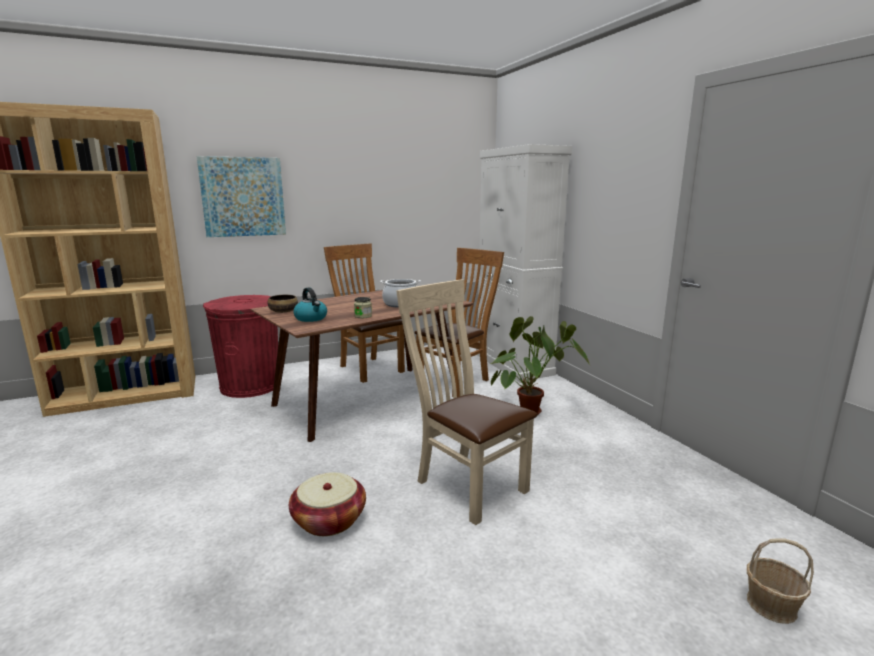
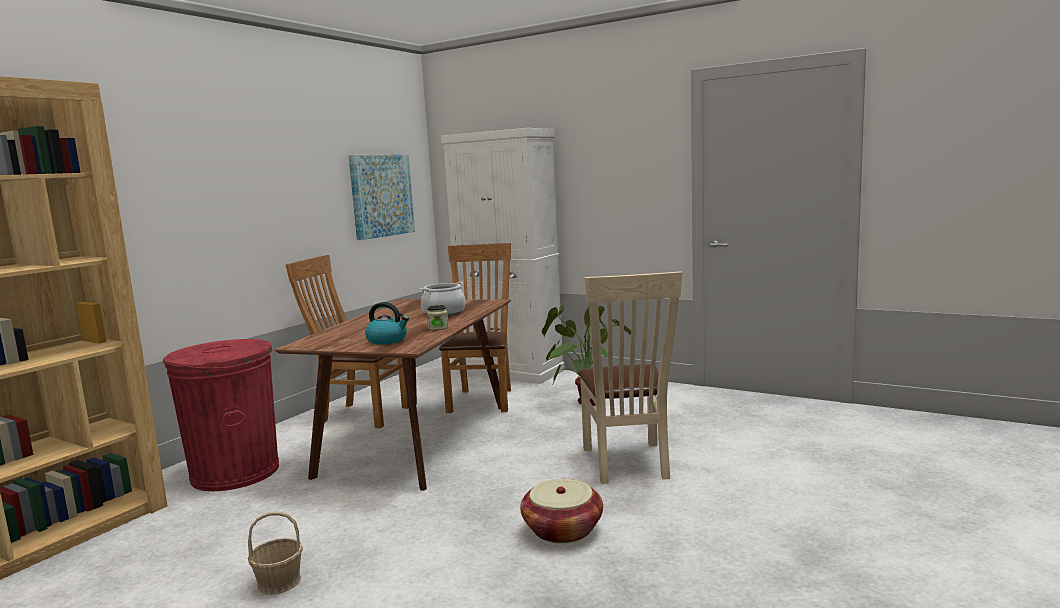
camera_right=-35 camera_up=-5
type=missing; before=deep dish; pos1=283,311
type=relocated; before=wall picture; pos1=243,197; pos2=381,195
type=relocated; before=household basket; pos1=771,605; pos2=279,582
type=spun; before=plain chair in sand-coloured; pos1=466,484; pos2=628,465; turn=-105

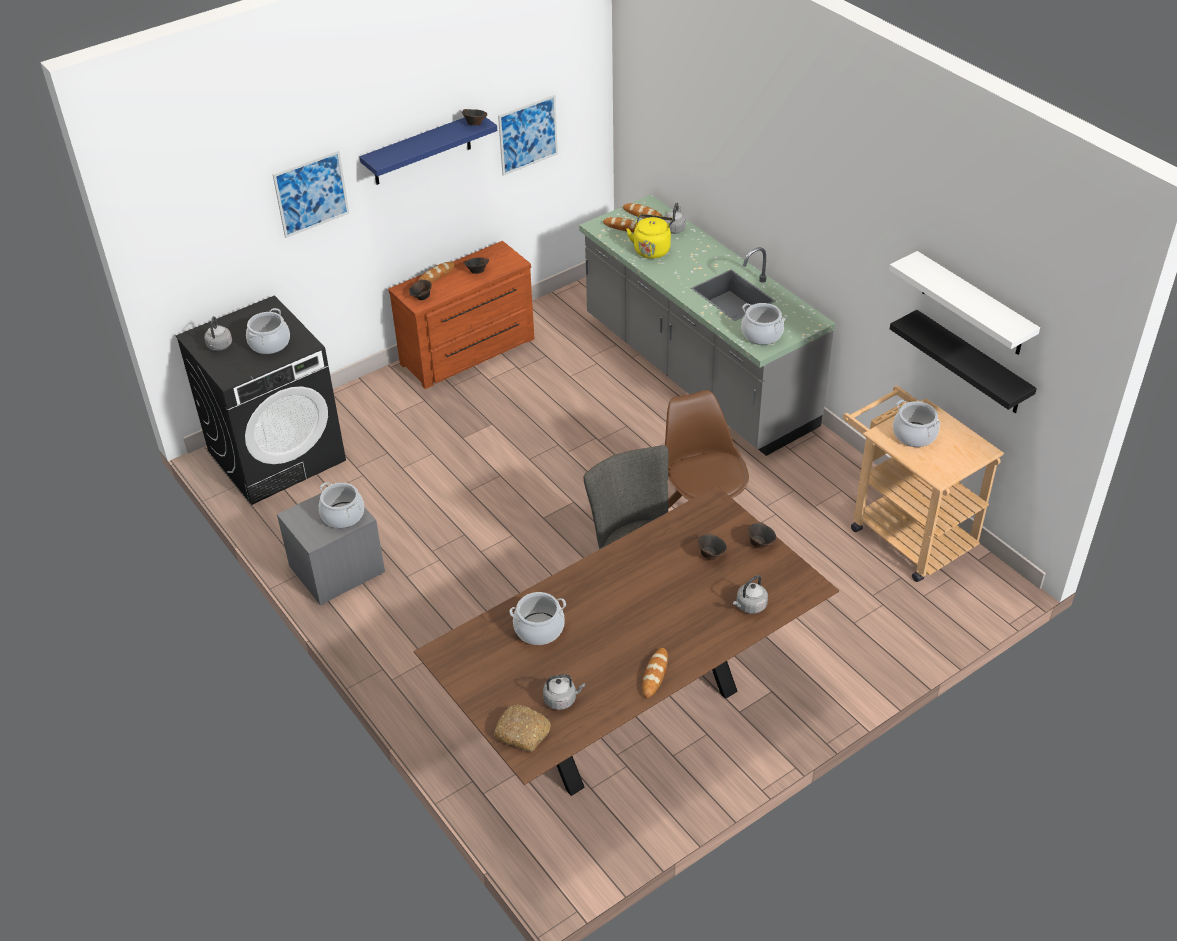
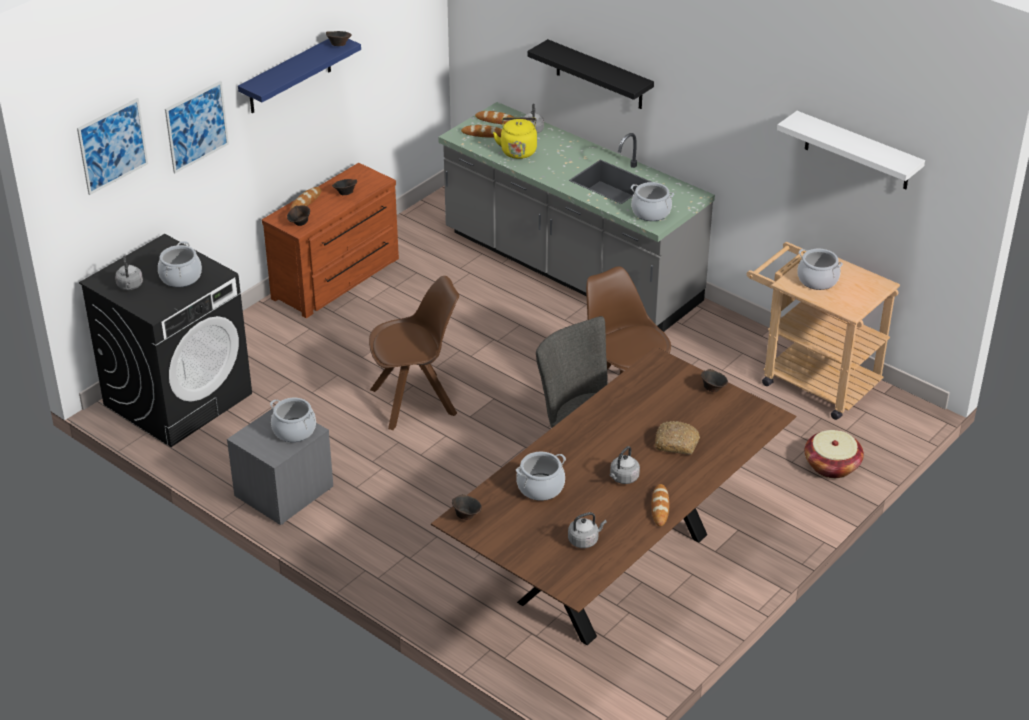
camera_right=-15 camera_up=-5
type=appeared; after=plain chair in brown; pos2=416,401
type=appeared; after=household basket; pos2=832,466
type=relocated; before=bread; pos1=523,732; pos2=677,443
type=relocated; before=wall picture; pos1=528,134; pos2=112,146
type=relocated; before=deep dish in brown; pos1=711,554; pos2=466,515
type=relocated; before=water kettle in gray; pos1=750,606; pos2=623,478
type=relocated; before=bracket shelf in blackish; pos1=971,363; pos2=599,75

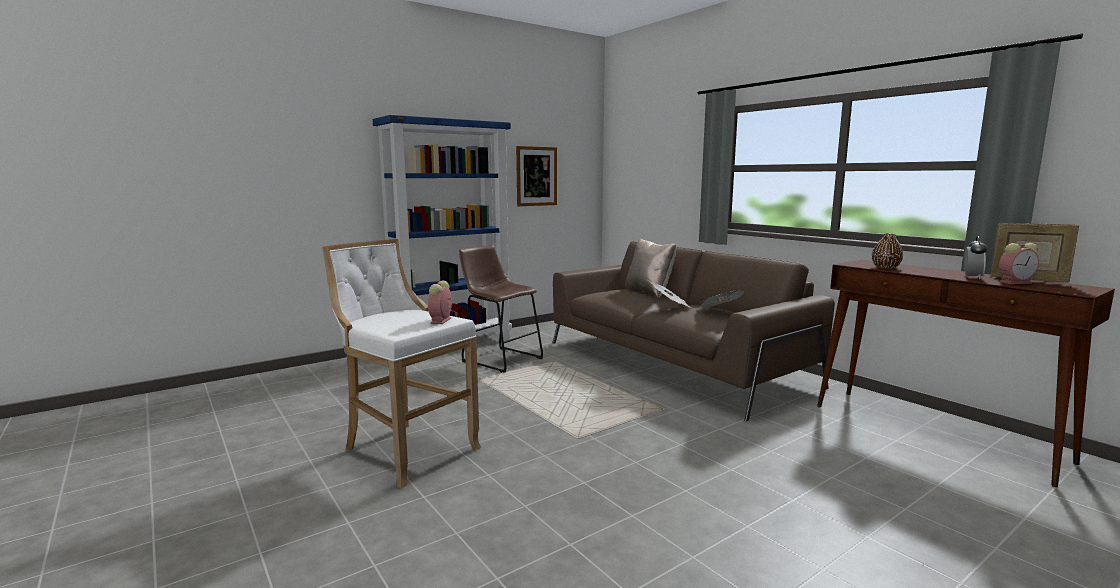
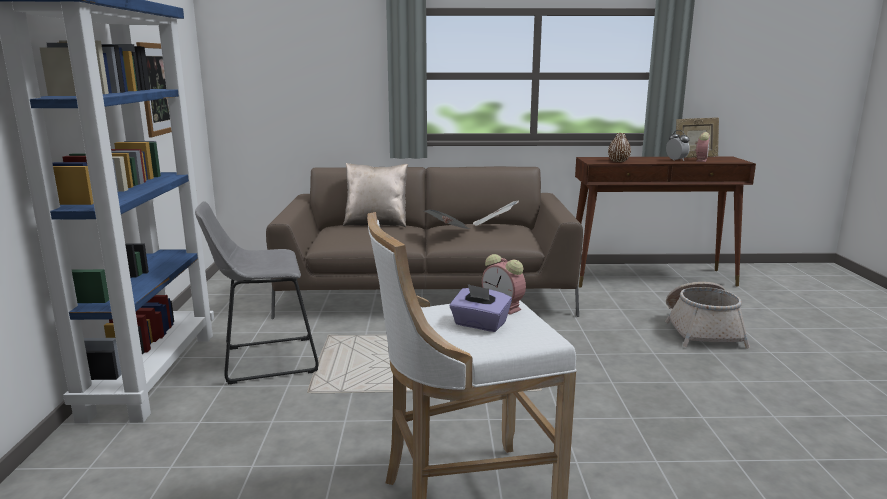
camera_right=-55 camera_up=5
type=appeared; after=tissue box in purplish; pos2=479,324
type=appeared; after=household basket; pos2=701,330
type=colour; before=sitting stool in brown; after=sitting stool in gray; pos1=499,359; pos2=264,360

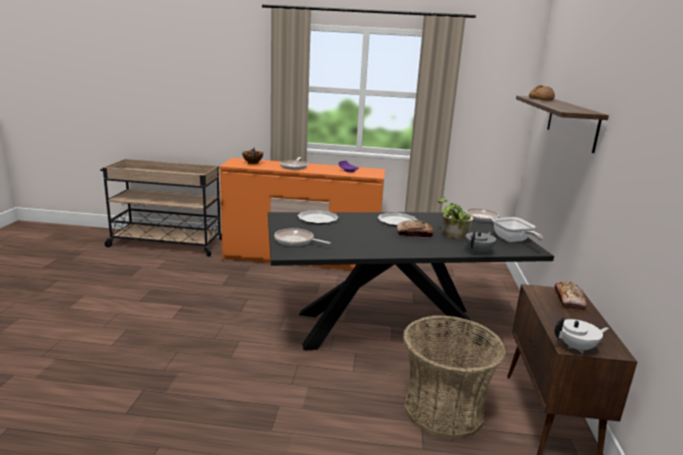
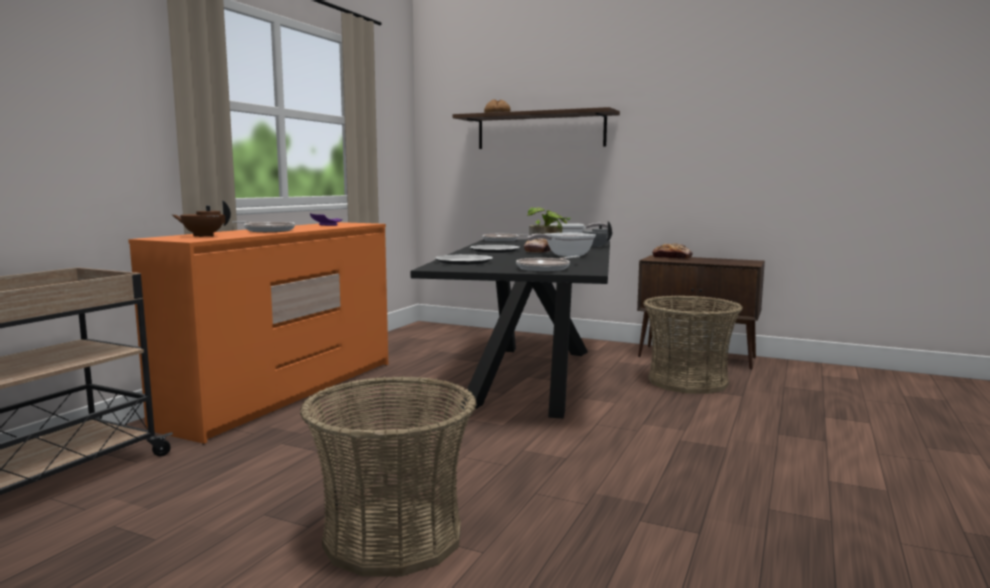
camera_right=-70 camera_up=-10
type=missing; before=teapot in white-coloured; pos1=577,348
type=appeared; after=household basket; pos2=393,537
type=appeared; after=frying pan; pos2=564,255

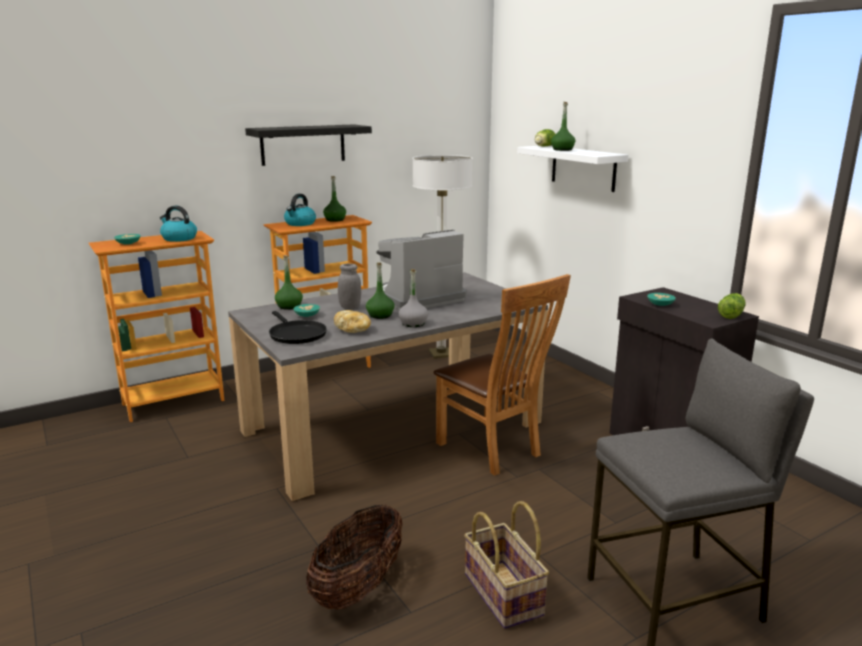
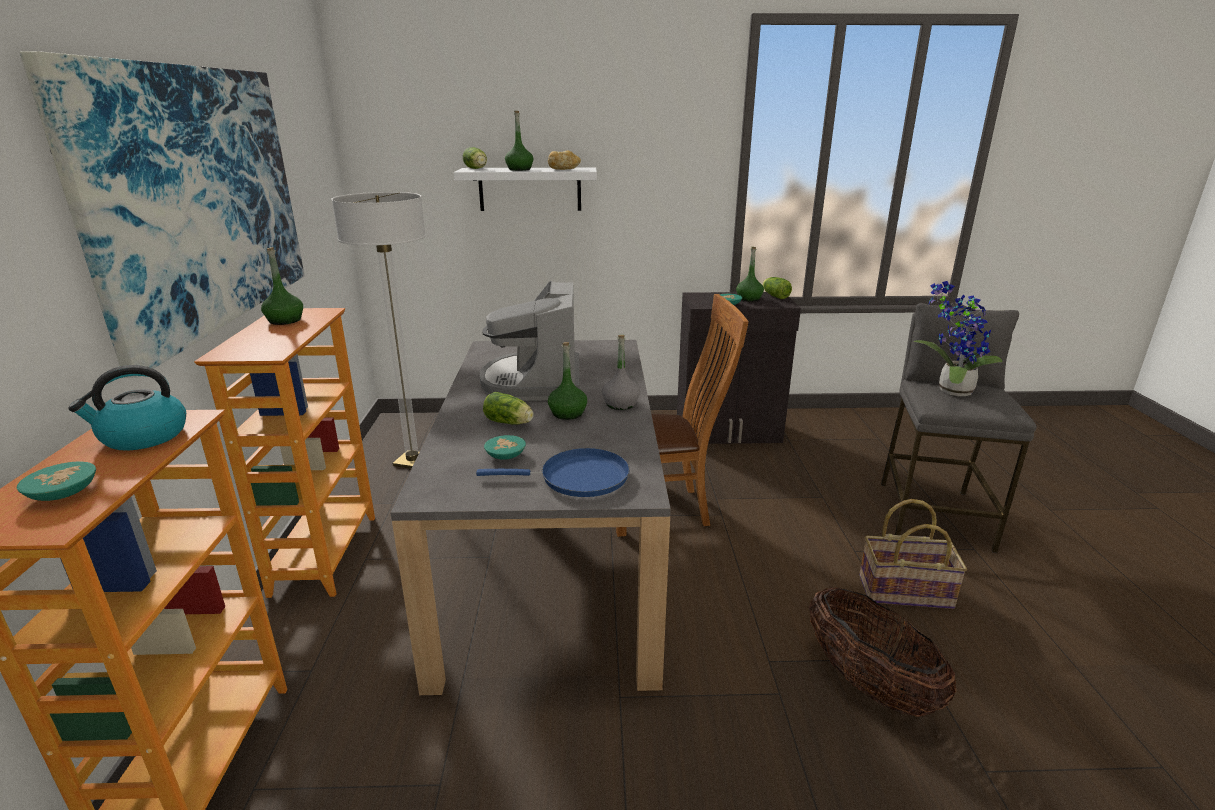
camera_right=-60 camera_up=5
type=missing; before=water kettle; pos1=300,224
type=appeared; after=houseplant; pos2=950,390
type=relocated; before=drink bottle in green-coloured; pos1=289,306; pos2=749,298
type=relocated; before=bread; pos1=353,330; pos2=563,169
type=exchanged; before=bracket shelf in blackish; after=wall picture; pos1=303,144; pos2=200,199
type=exchanged; before=preserve jar in gray; after=lettuce; pos1=350,307; pos2=510,423
type=colour; before=frying pan in blackish; after=frying pan in blue-coloured; pos1=296,334; pos2=577,478

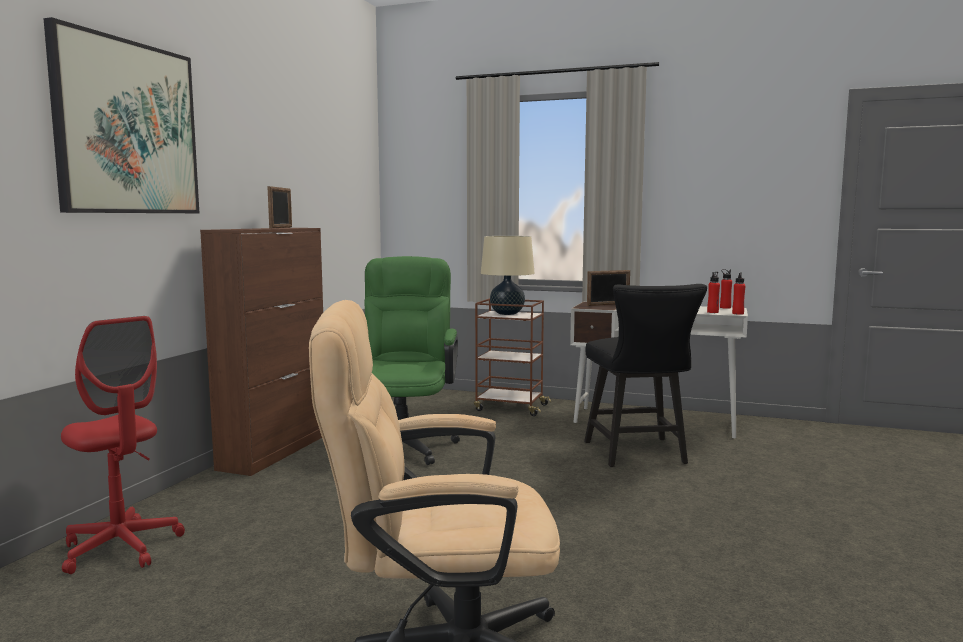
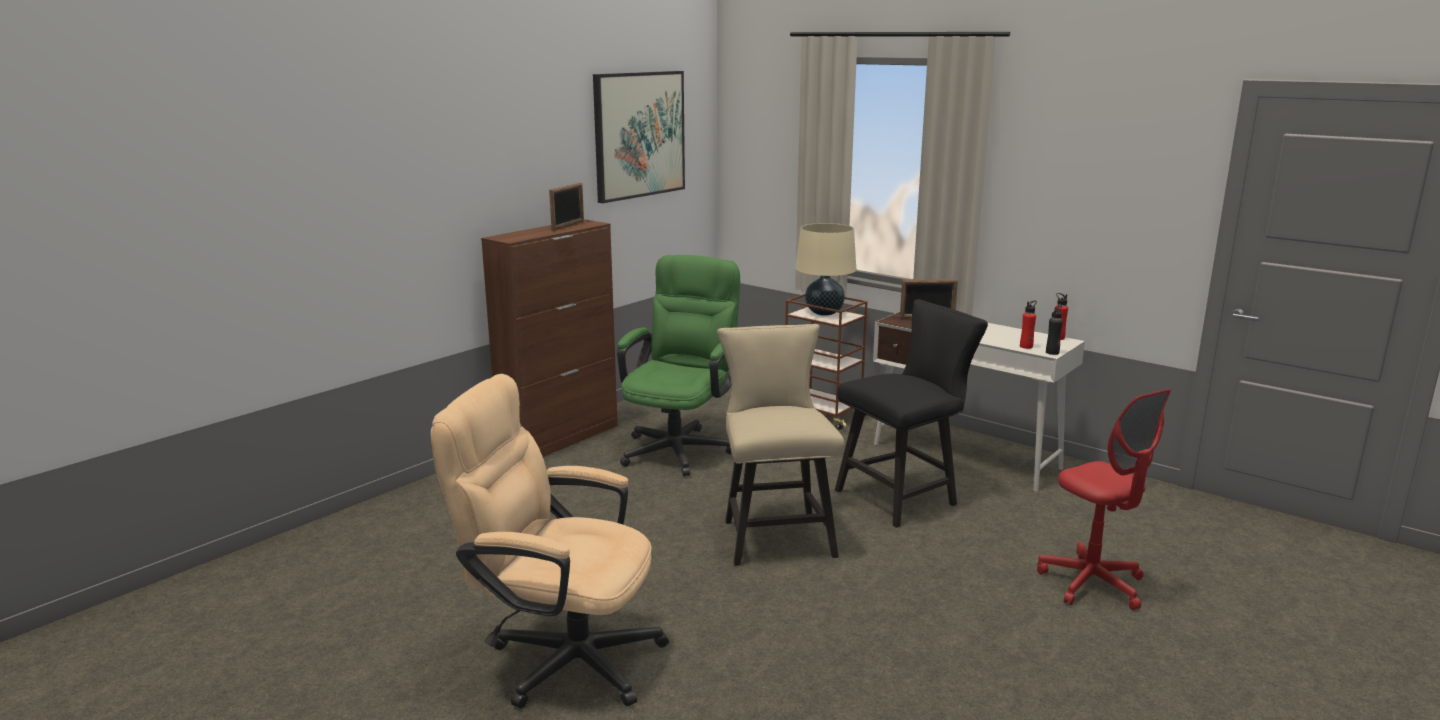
camera_right=20 camera_up=10
type=appeared; after=plain chair in sand-coloured; pos2=775,534
type=relocated; before=wall picture; pos1=127,128; pos2=639,135
type=relocated; before=computer chair in red; pos1=121,548; pos2=1092,584
type=colour; before=drink bottle in red; after=drink bottle in blackish; pos1=738,313; pos2=1052,352
type=spun; before=plain chair in blackish; pos1=638,455; pos2=903,496; turn=-135

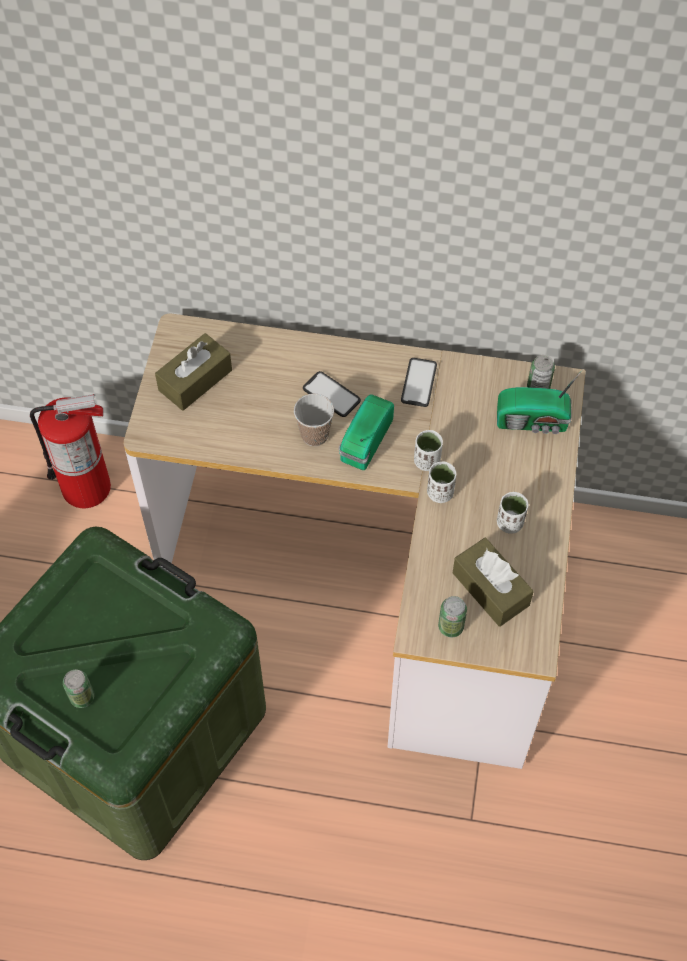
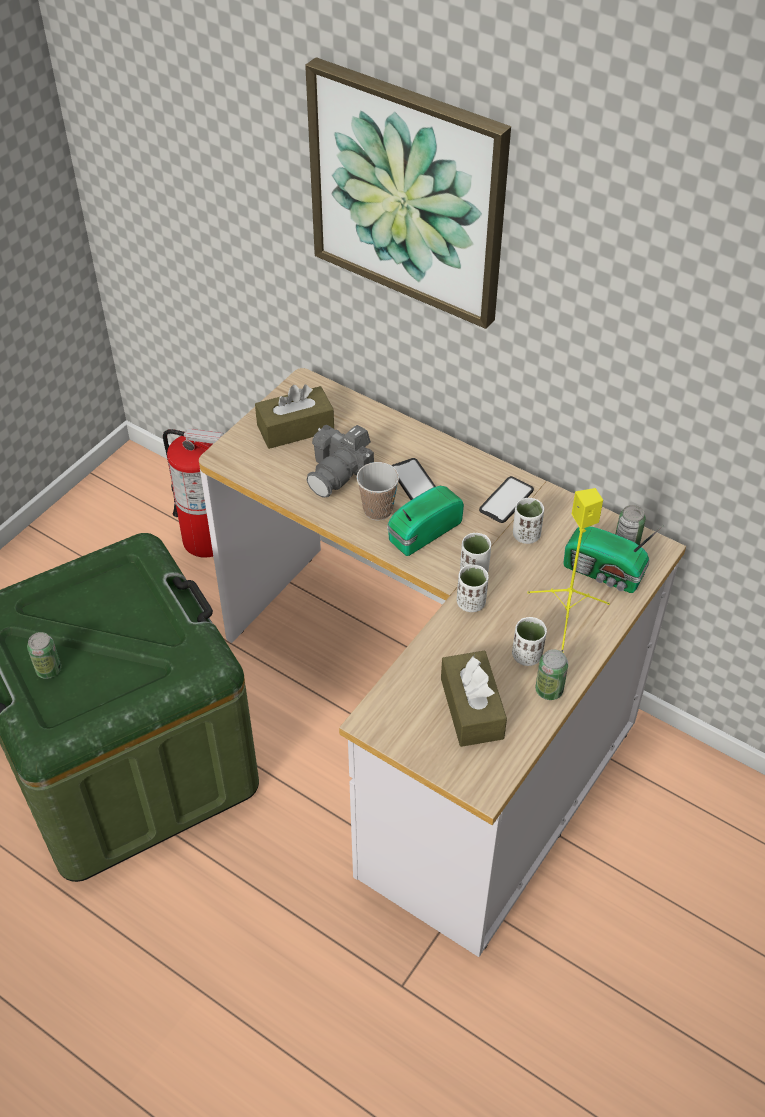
camera_right=25 camera_up=-10
type=appeared; after=wall picture; pos2=408,193
type=appeared; after=still camera; pos2=339,472
type=appeared; after=small cup in white-coloured; pos2=526,535
type=appeared; after=audio speaker in yellow-coloured; pos2=566,616
type=relocated; before=sealed can; pos1=450,626; pos2=549,690

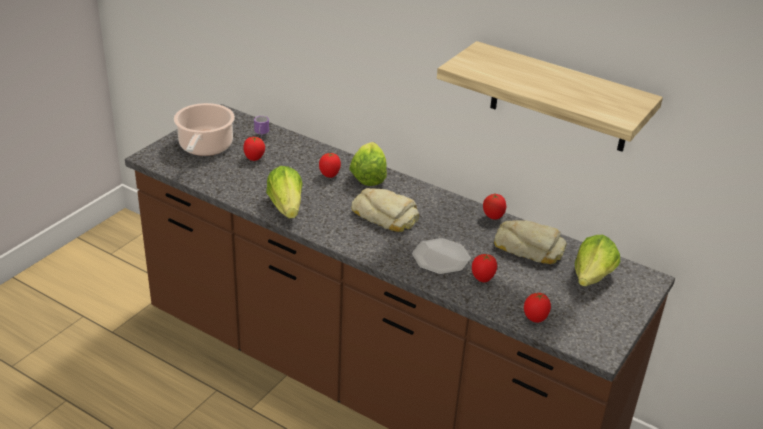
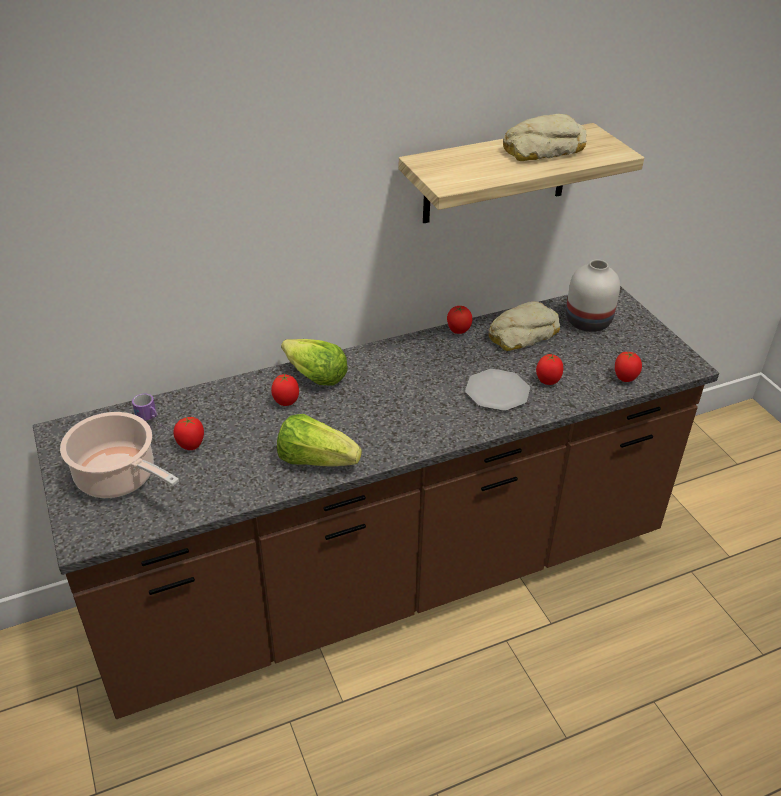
camera_right=-55 camera_up=5
type=relocated; before=bread; pos1=385,216; pos2=542,149
type=exchanged; before=lettuce; after=vase in white-coloured; pos1=592,277; pos2=588,321

